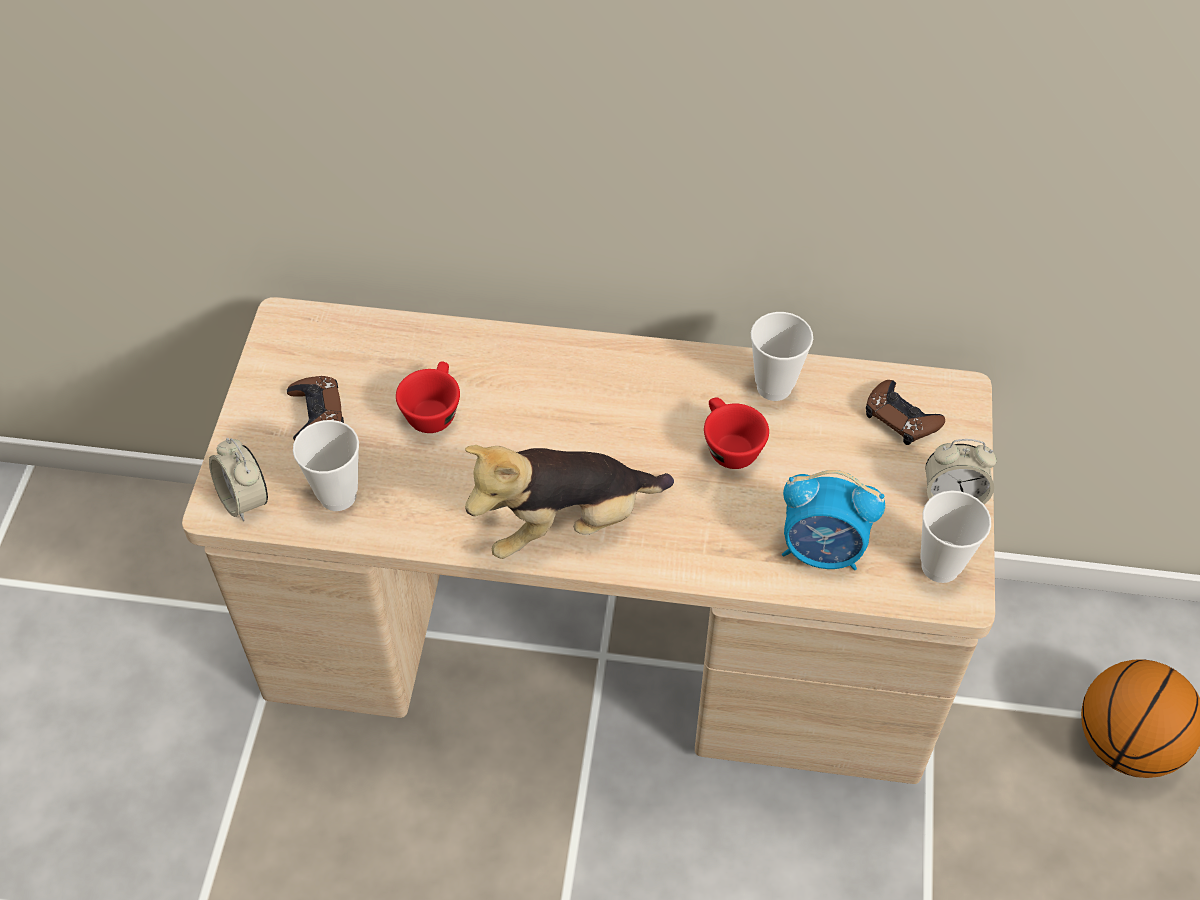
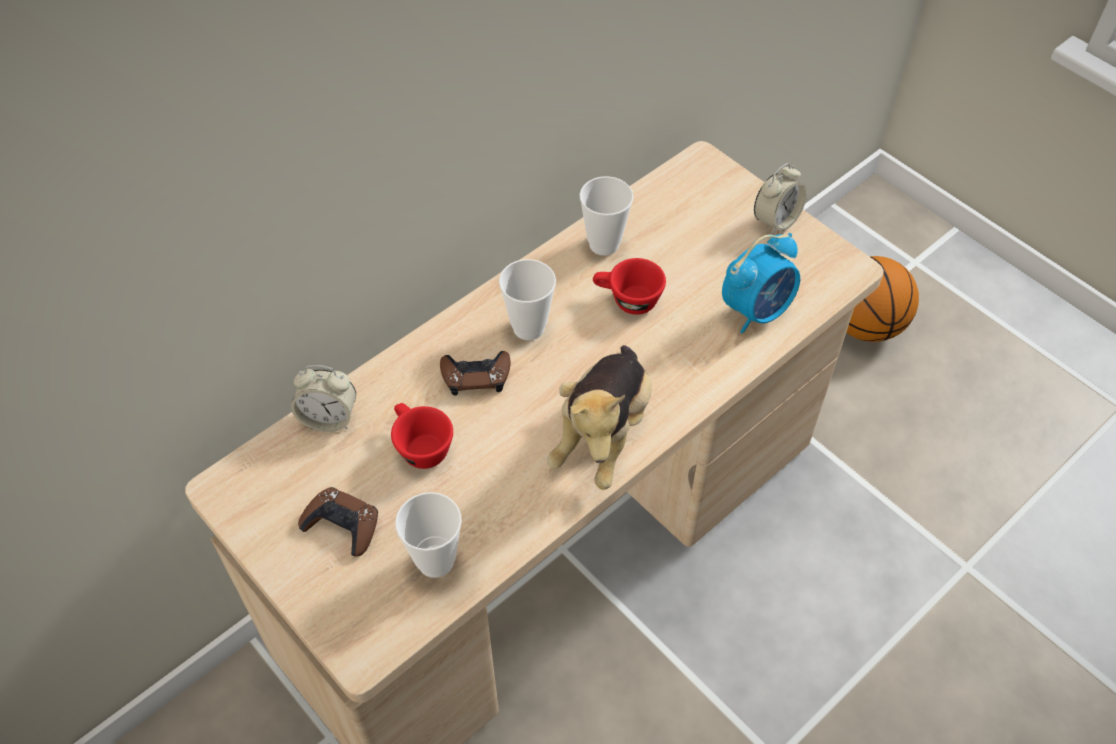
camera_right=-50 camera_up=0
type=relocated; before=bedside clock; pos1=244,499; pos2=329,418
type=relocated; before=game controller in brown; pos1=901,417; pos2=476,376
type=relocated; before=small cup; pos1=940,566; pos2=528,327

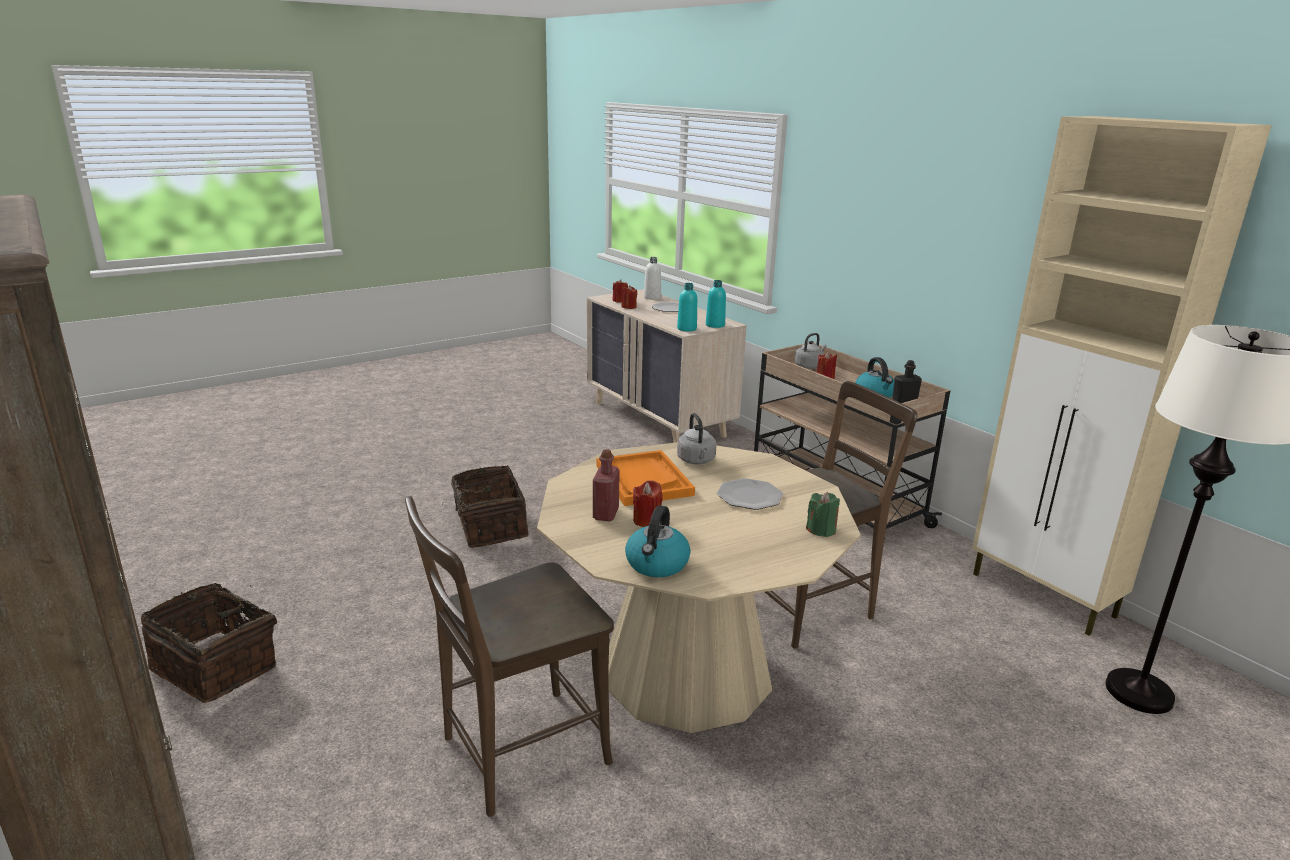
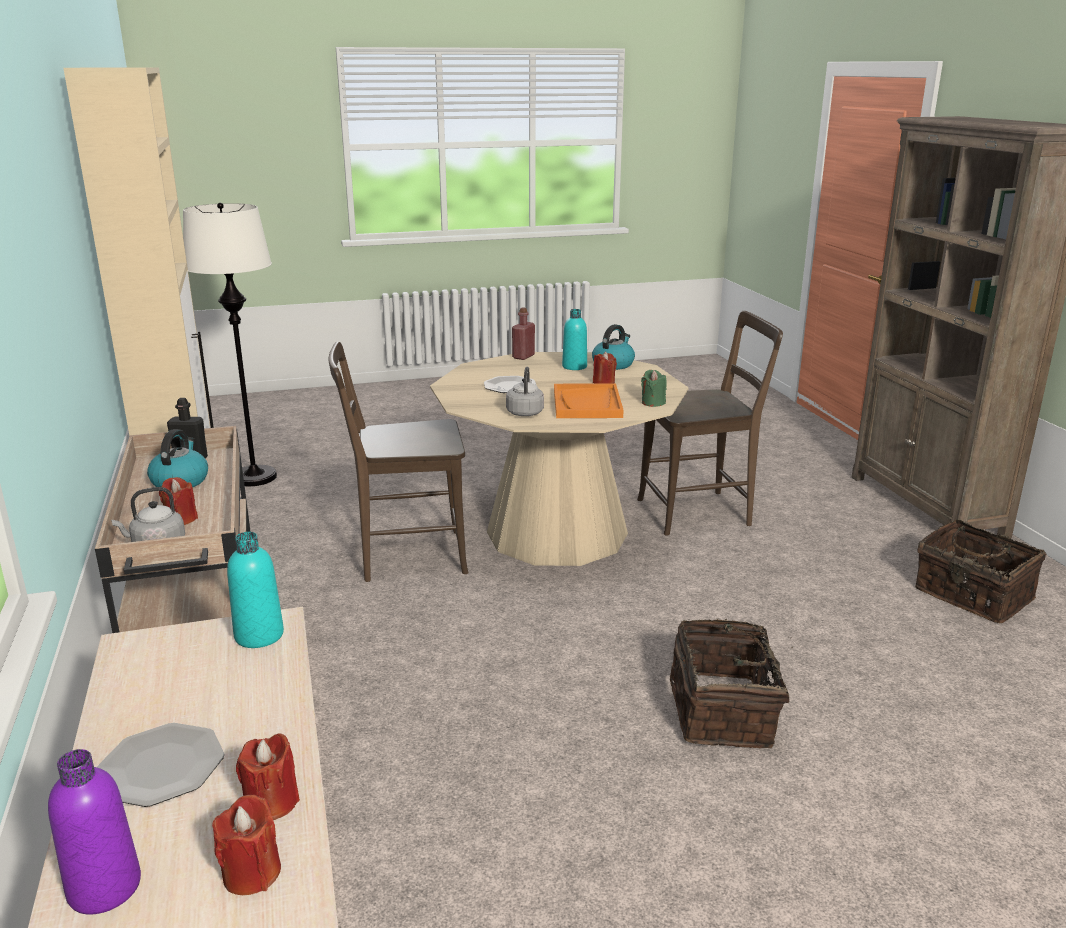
camera_right=-160 camera_up=0
type=relocated; before=drink bottle in red; pos1=606,514; pos2=523,356
type=relocated; before=drink bottle in turquoise-coloured; pos1=715,325; pos2=574,367
type=relocated; before=candle in green-coloured; pos1=821,530; pos2=653,403
type=colour; before=drink bottle in white-coloured; after=drink bottle in purplish; pos1=652,297; pos2=104,887

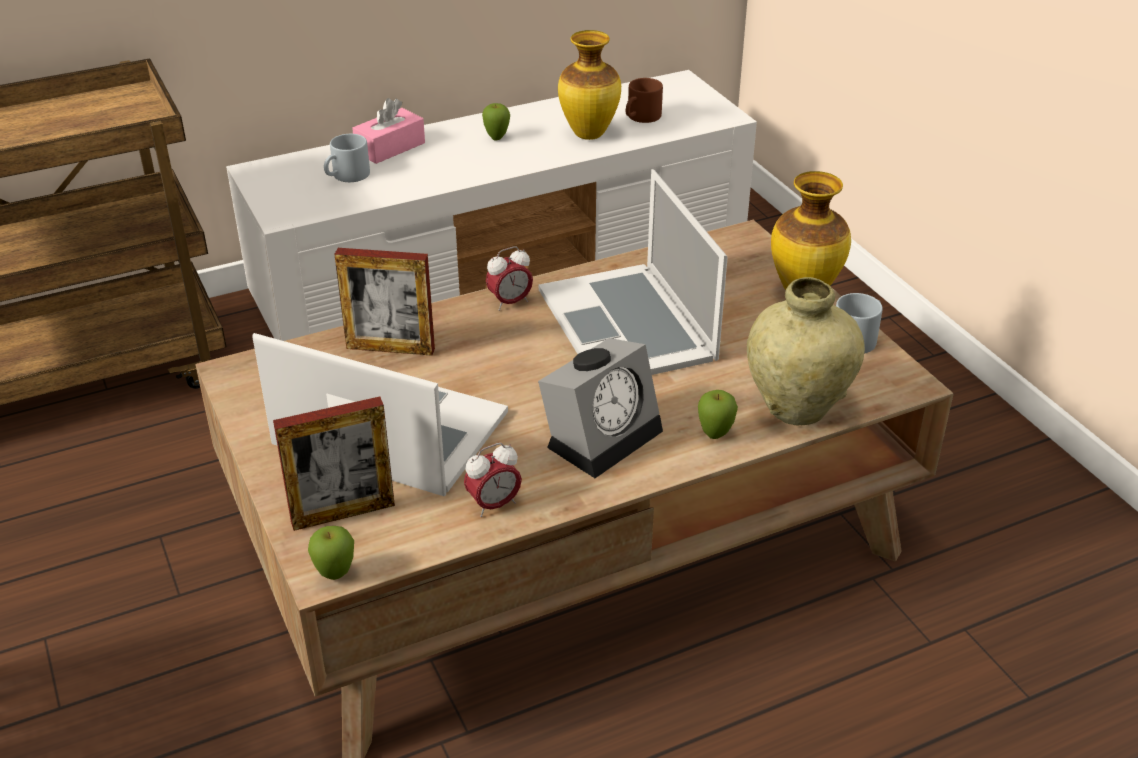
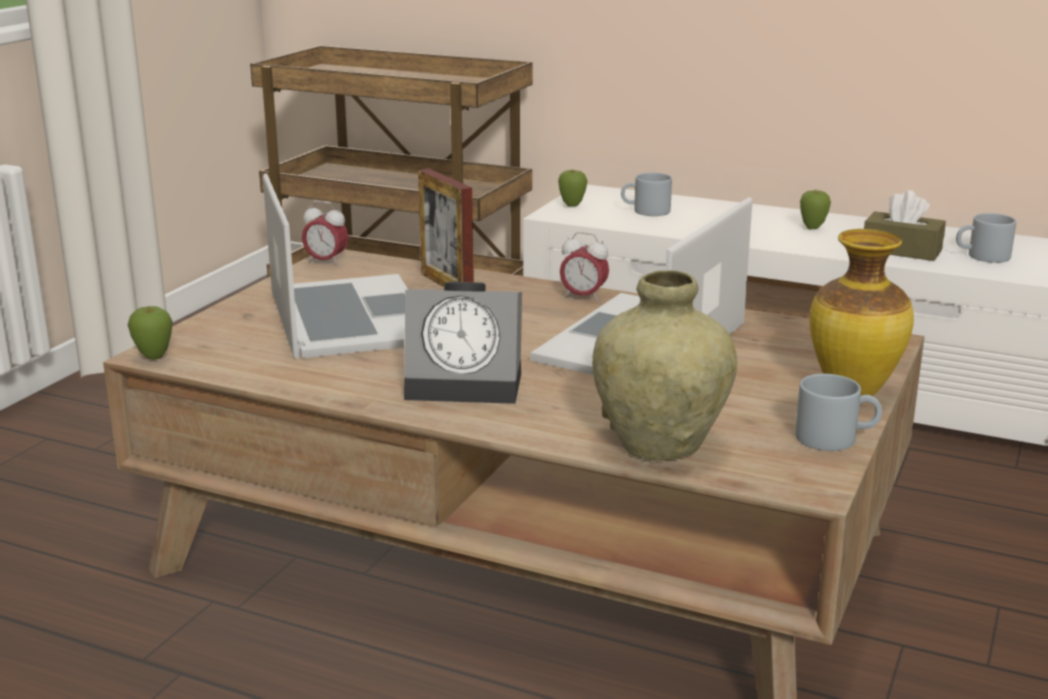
camera_right=50 camera_up=-15
type=missing; before=photo frame; pos1=343,513
type=missing; before=tissue box in pink-coloured; pos1=390,148
type=relocated; before=bedside clock; pos1=494,505; pos2=326,262
type=relocated; before=apple fruit; pos1=715,435; pos2=572,206
type=exchanged; before=vase; after=tissue box in brown; pos1=588,135; pos2=901,250
type=colour; before=mug in brown; after=mug in gray; pos1=641,117; pos2=982,256

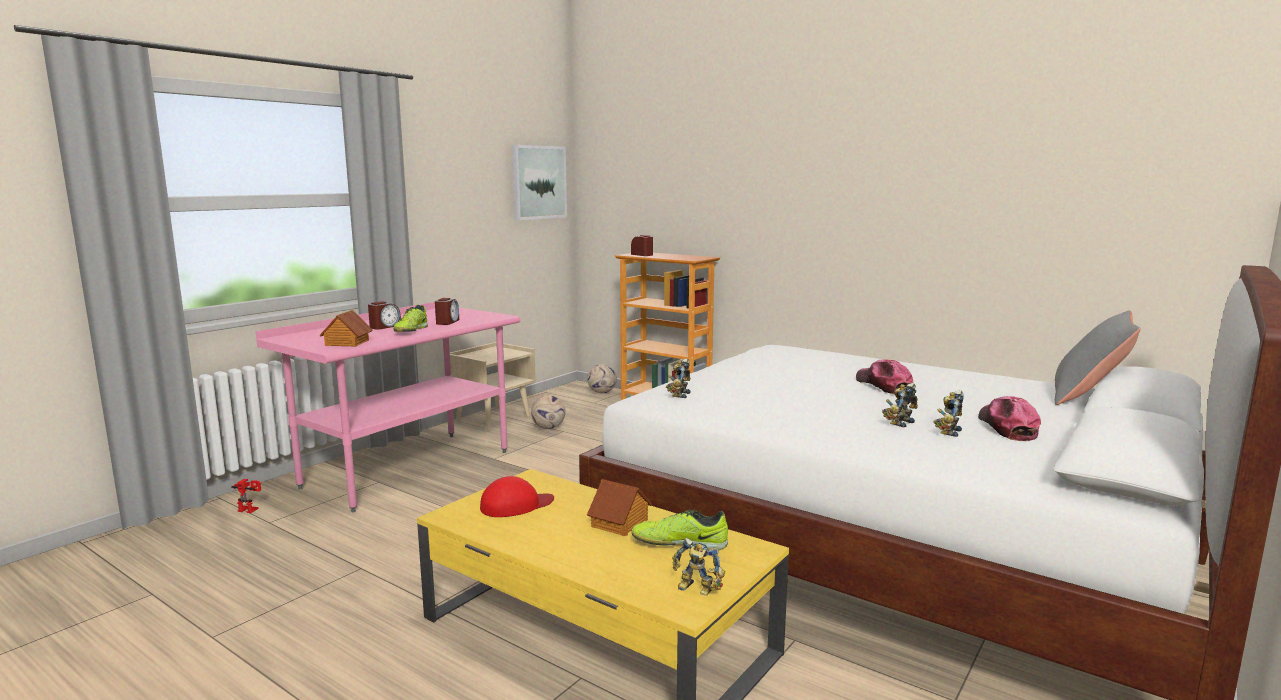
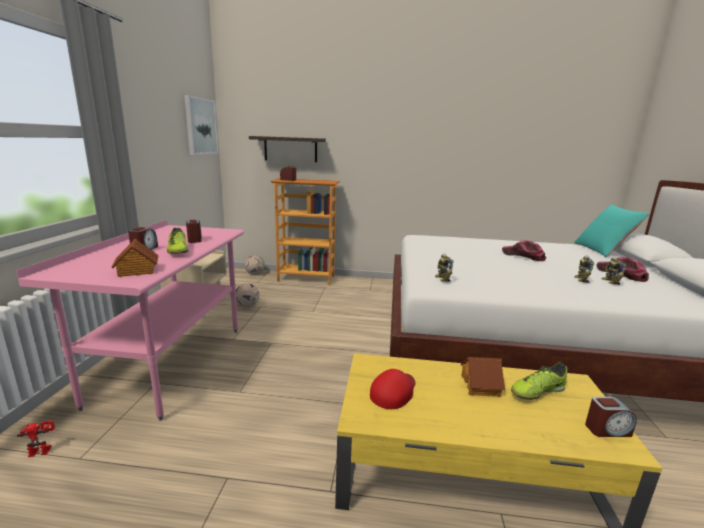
camera_right=-30 camera_up=5
type=appeared; after=bracket shelf; pos2=290,149
type=exchanged; before=robot figure; after=bedside clock; pos1=696,590; pos2=607,430
type=colour; before=cushion in gray; after=cushion in turquoise-coloured; pos1=1088,396; pos2=603,250

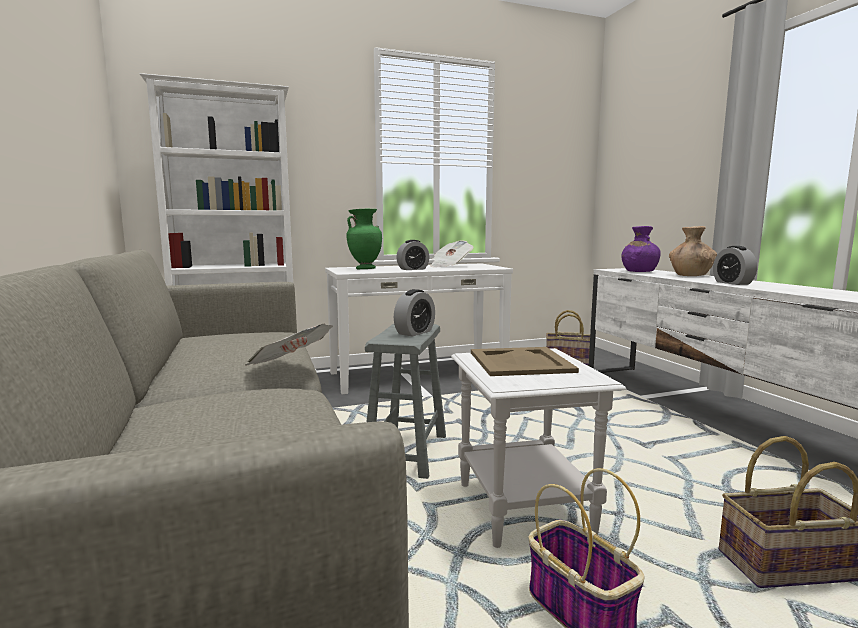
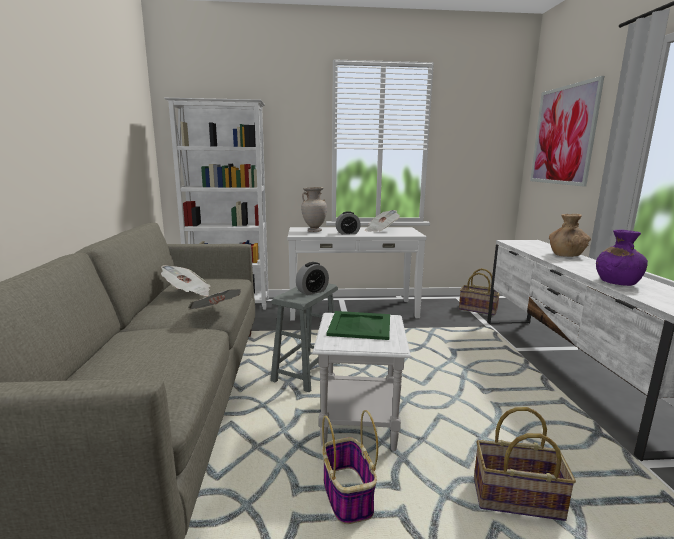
camera_right=15 camera_up=5
type=missing; before=bedside clock; pos1=732,283
type=appeared; after=printed paper; pos2=188,293
type=appeared; after=wall picture; pos2=563,135
type=relocated; before=vase in purplish; pos1=639,271; pos2=616,282
type=colour; before=vase in green-coloured; after=vase in sand-coloured; pos1=365,269; pos2=314,231
type=colour; before=carrying tray in sand-coloured; after=carrying tray in green-coloured; pos1=521,362; pos2=360,326

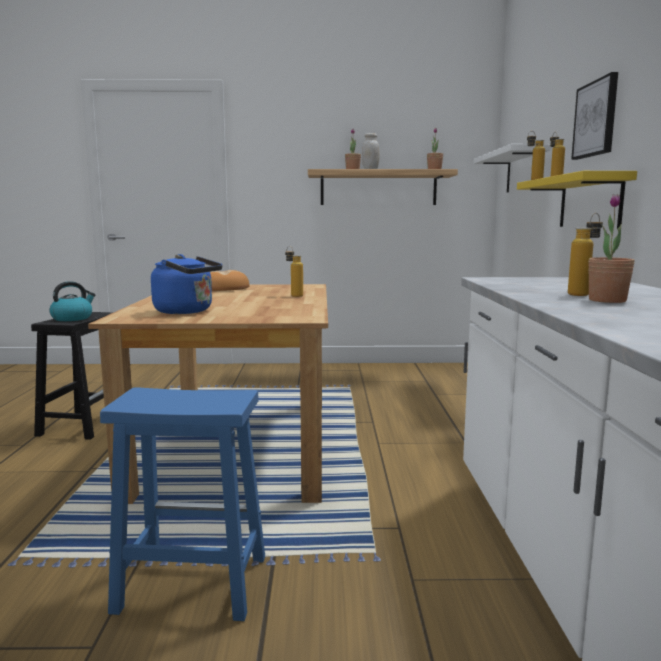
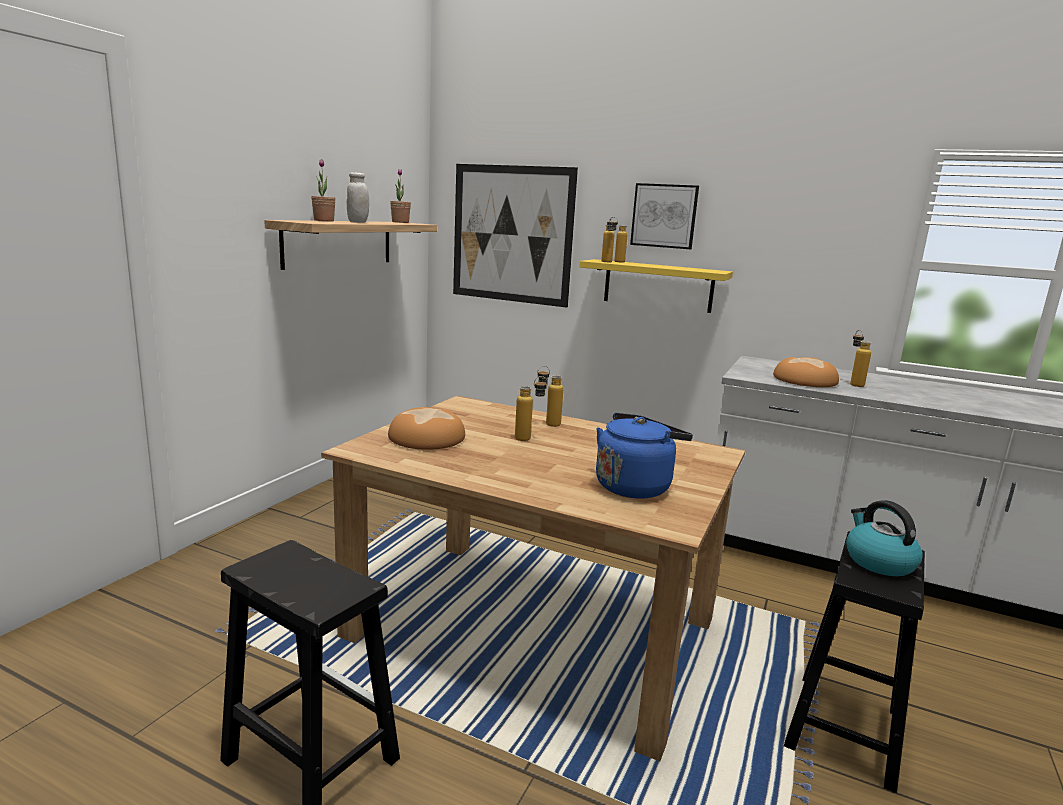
camera_right=-65 camera_up=5
type=missing; before=houseplant; pos1=607,300
type=appeared; after=drink bottle; pos2=529,439
type=appeared; after=bread; pos2=804,380
type=relocated; before=water kettle; pos1=72,318; pos2=878,561
type=exchanged; before=bracket shelf in white-coloured; after=wall picture; pos1=524,171; pos2=512,234
type=colour; before=sitting stool in blue-coloured; after=sitting stool in blackish; pos1=190,583; pos2=845,730

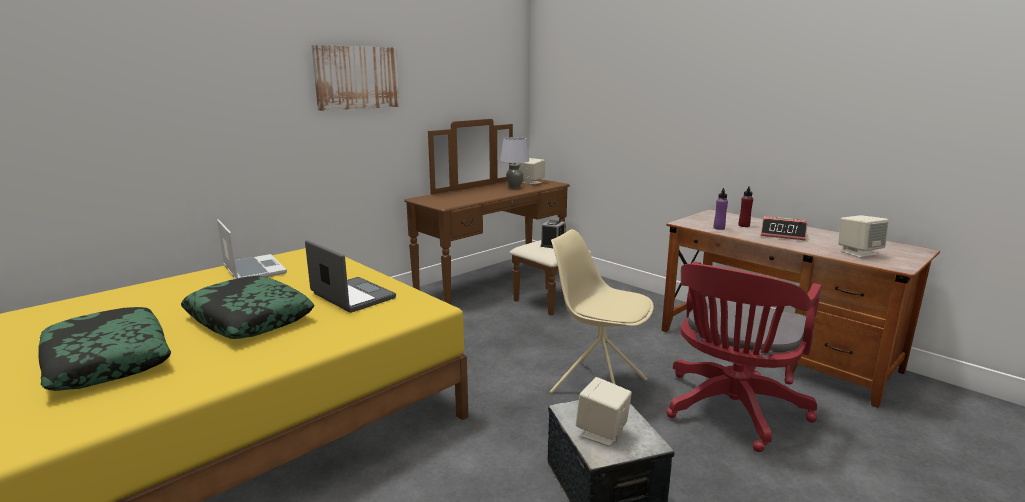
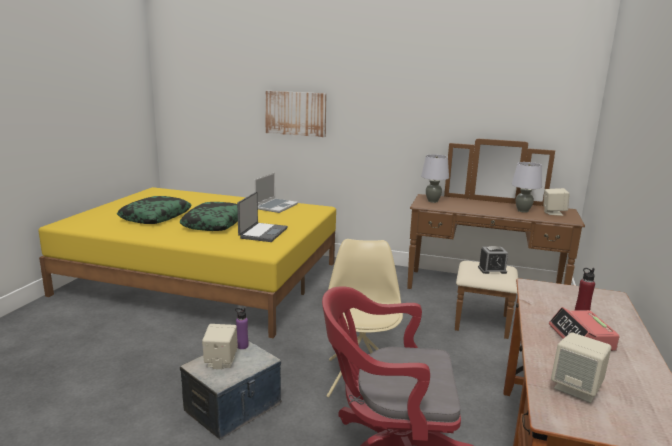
camera_right=60 camera_up=0
type=appeared; after=table lamp in gray; pos2=432,201
type=relocated; before=wall picture; pos1=356,78; pos2=295,113
type=relocated; before=drink bottle in purplish; pos1=719,228; pos2=242,346

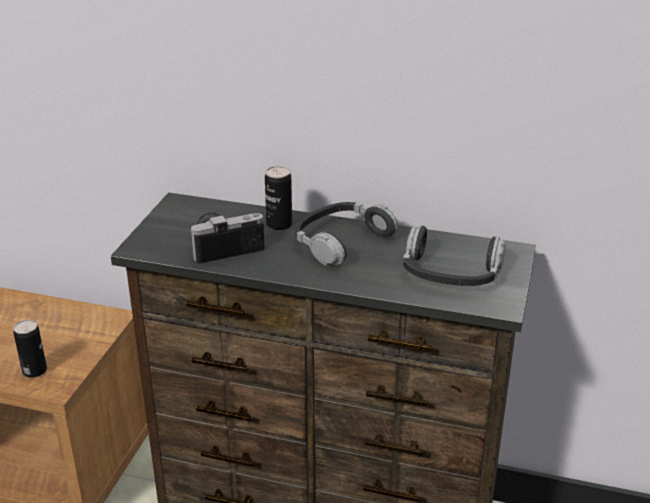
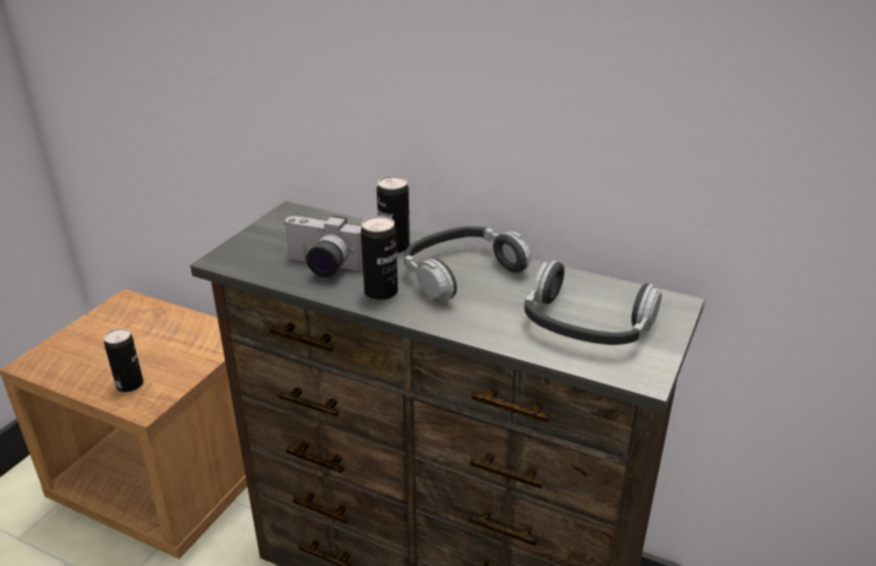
camera_right=10 camera_up=0
type=appeared; after=sealed can; pos2=381,292
type=spun; before=still camera; pos1=225,247; pos2=323,267; turn=-150

